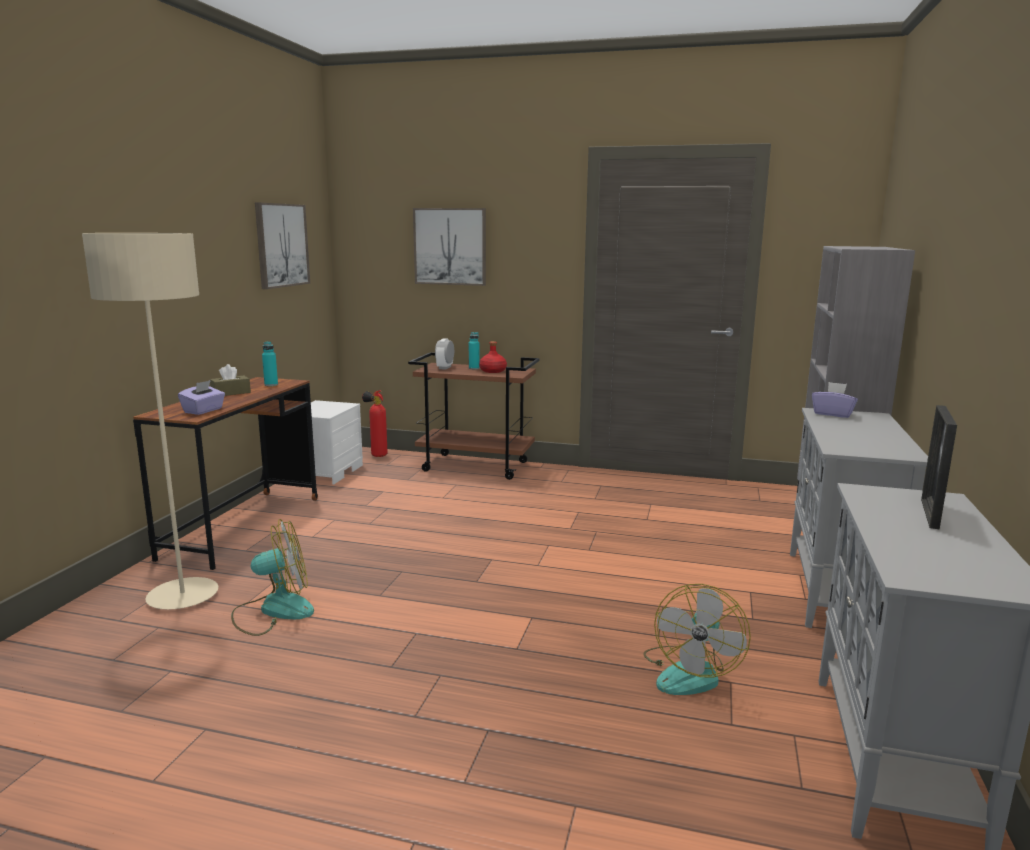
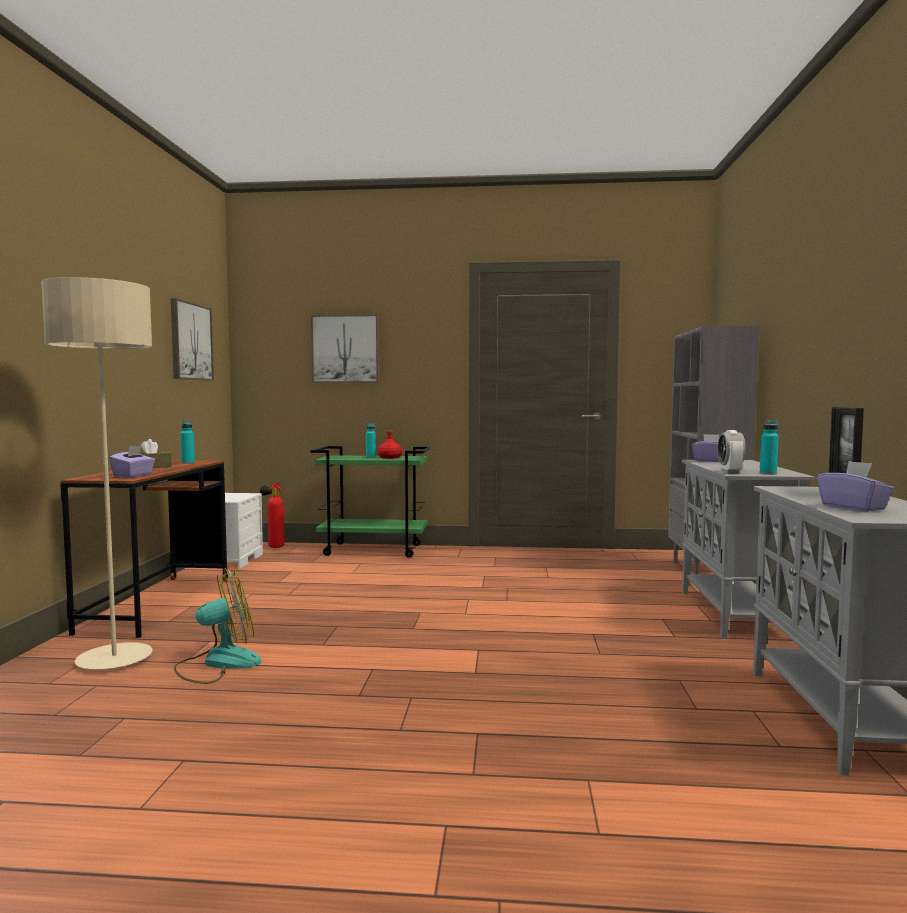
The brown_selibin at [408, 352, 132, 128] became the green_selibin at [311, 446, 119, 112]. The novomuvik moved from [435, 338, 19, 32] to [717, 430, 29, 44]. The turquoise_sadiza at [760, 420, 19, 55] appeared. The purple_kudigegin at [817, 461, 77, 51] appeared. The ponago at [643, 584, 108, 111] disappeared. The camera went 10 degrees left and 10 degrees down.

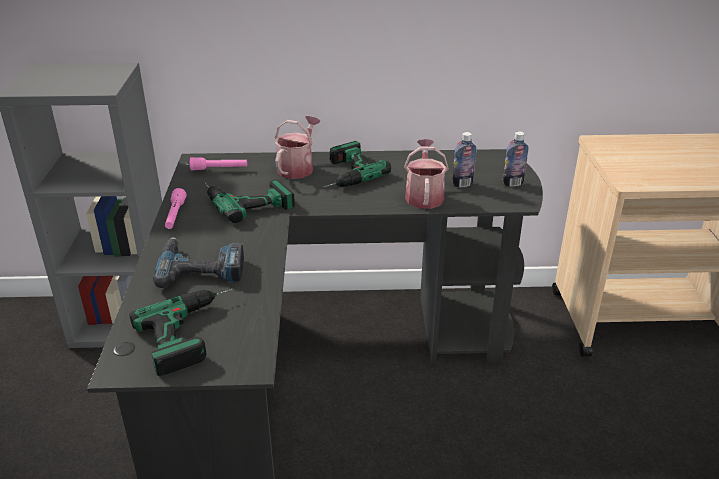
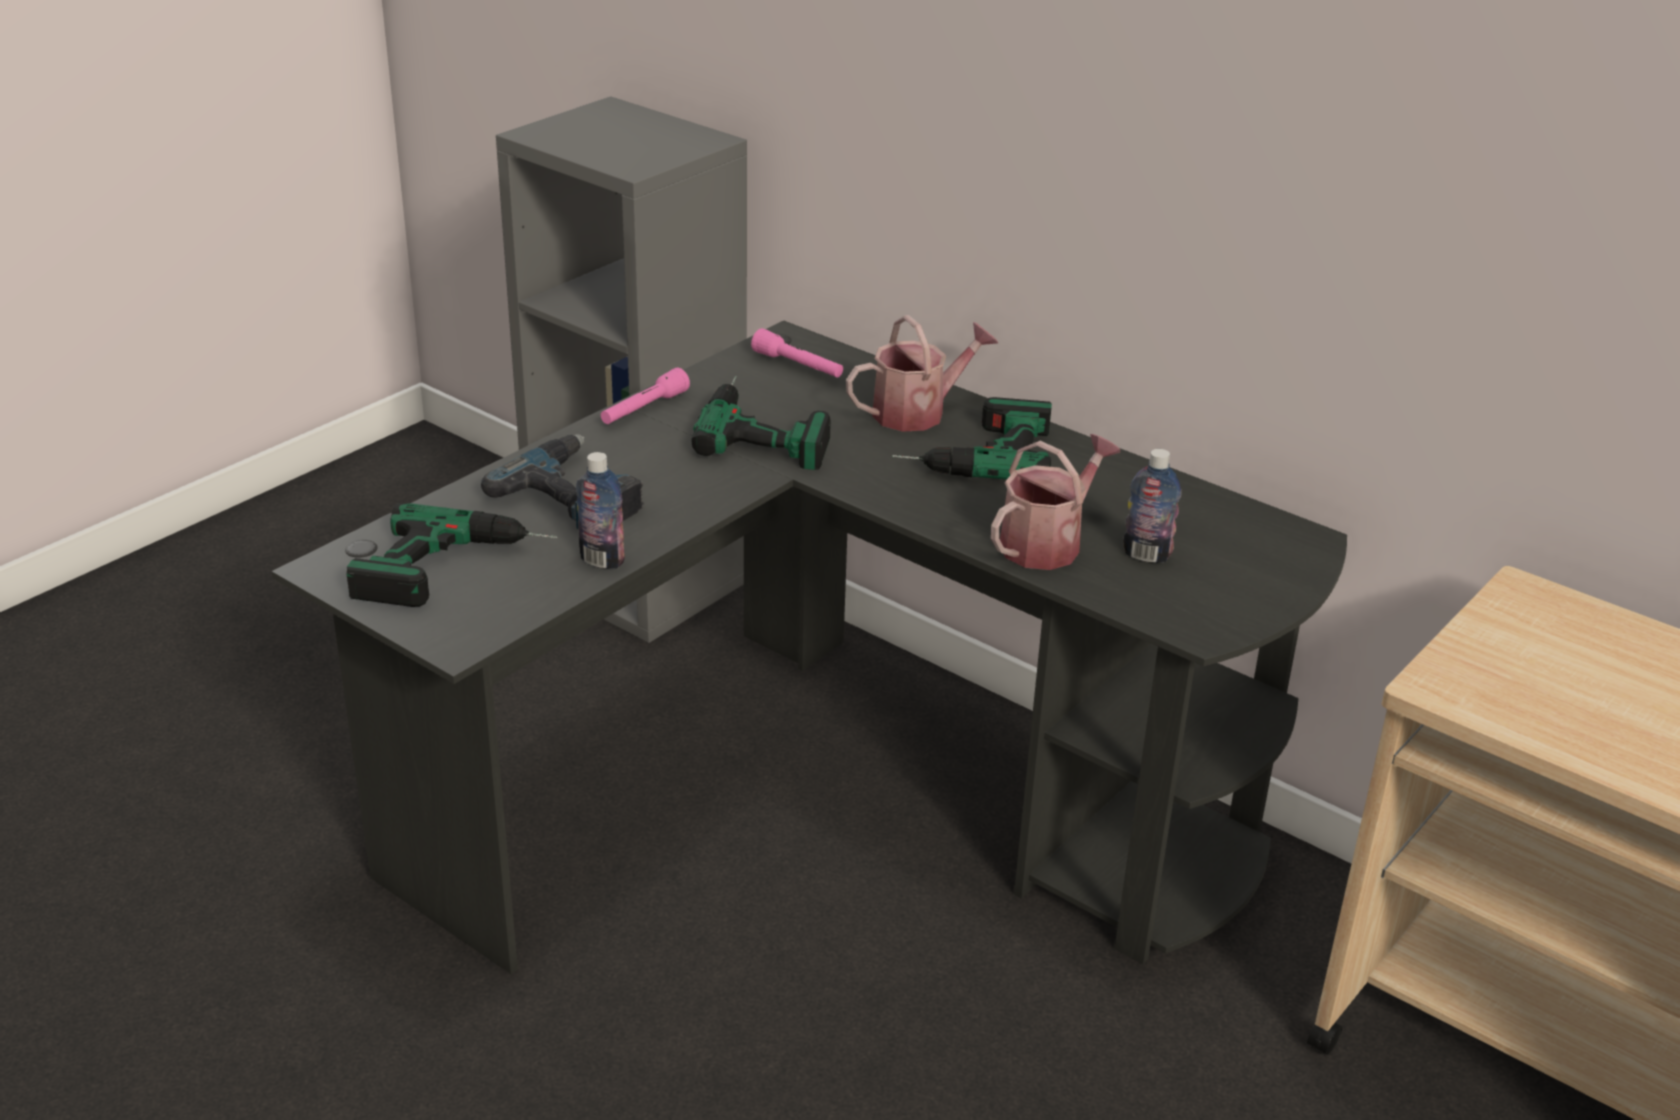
The sadiza moved from [503, 131, 26, 56] to [576, 452, 49, 117]. The camera went 40 degrees right and 0 degrees up.

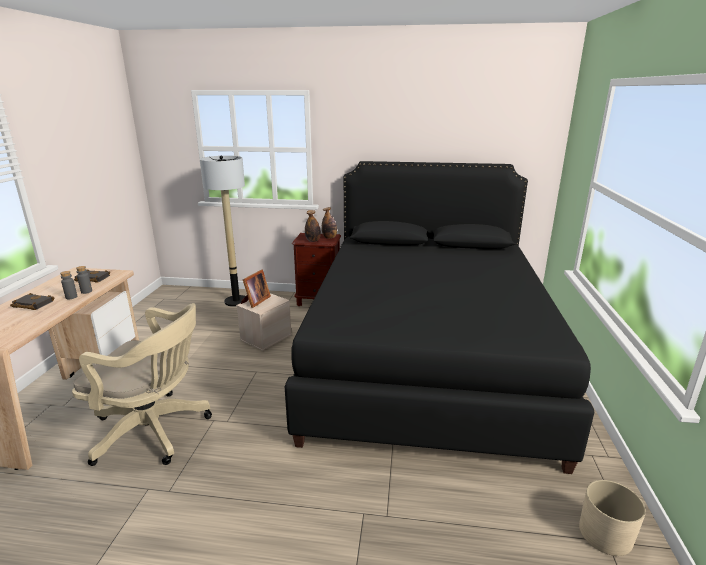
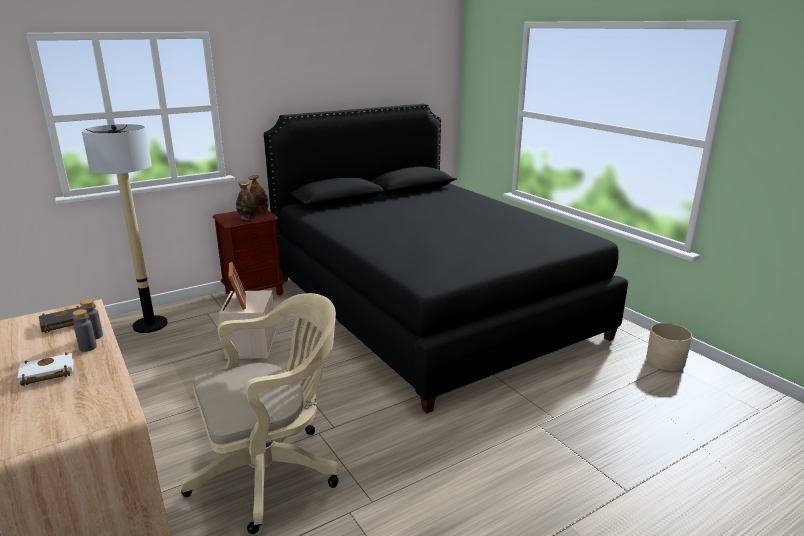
The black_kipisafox at [10, 293, 44, 17] became the white_kipisafox at [17, 352, 57, 34]. The camera went 40 degrees left and 0 degrees up.

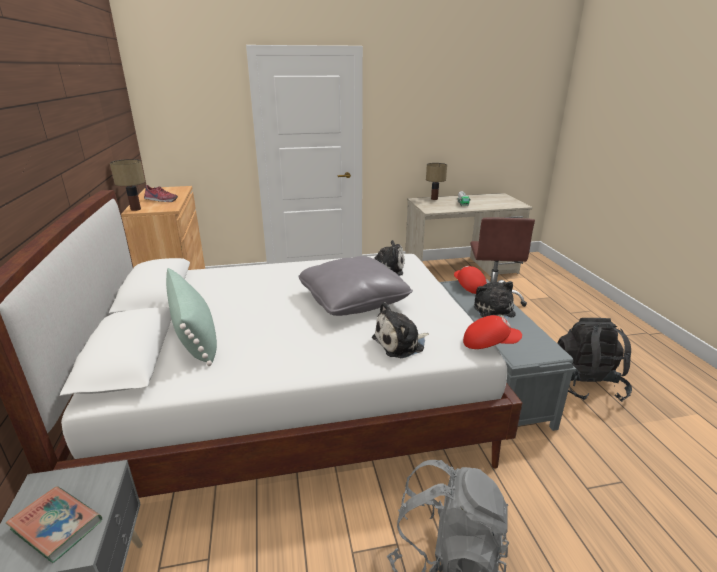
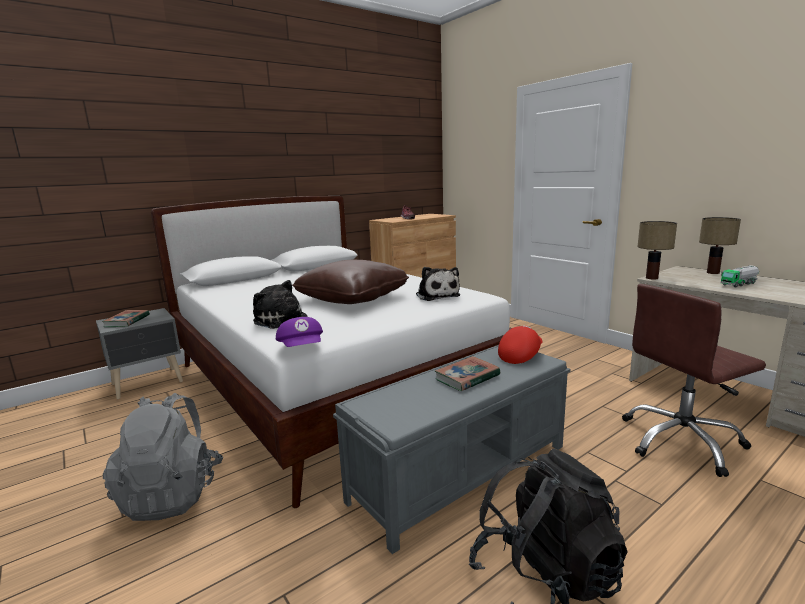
The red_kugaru at [463, 315, 59, 34] became the purple_kugaru at [276, 317, 47, 30]. The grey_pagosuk at [299, 256, 114, 60] became the brown_pagosuk at [292, 260, 117, 44]. The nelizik at [474, 281, 42, 40] was replaced by the kipisafox at [435, 356, 65, 35]. The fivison moved from [110, 159, 35, 52] to [637, 221, 40, 58]. The green_pagosuk at [166, 268, 51, 98] disappeared. The camera went 65 degrees right and 10 degrees down.

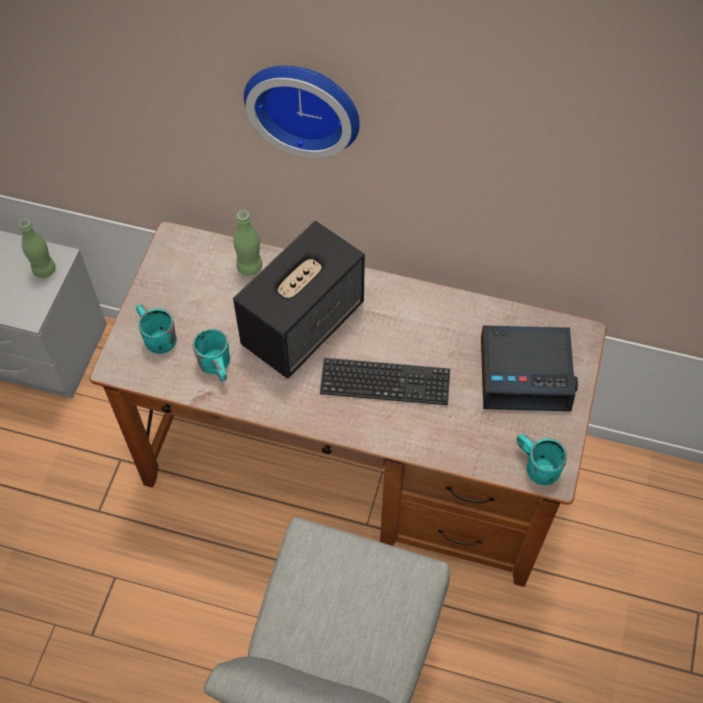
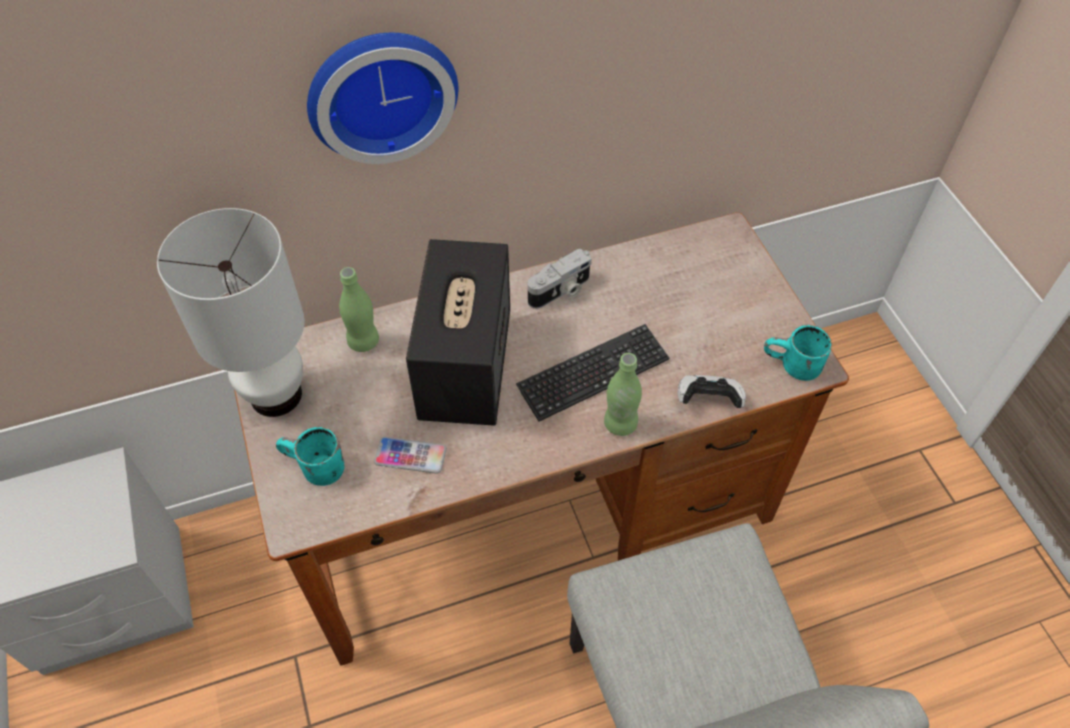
The white_fivison at [157, 208, 148, 209] appeared. The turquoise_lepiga at [193, 329, 37, 52] was replaced by the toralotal at [374, 437, 73, 37]. The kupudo at [528, 249, 64, 60] appeared. The green_sadiza moved from [19, 219, 37, 59] to [604, 353, 38, 83]. The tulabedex at [678, 375, 68, 33] appeared. The novomuvik at [481, 325, 97, 86] disappeared. The camera went 35 degrees left and 5 degrees down.

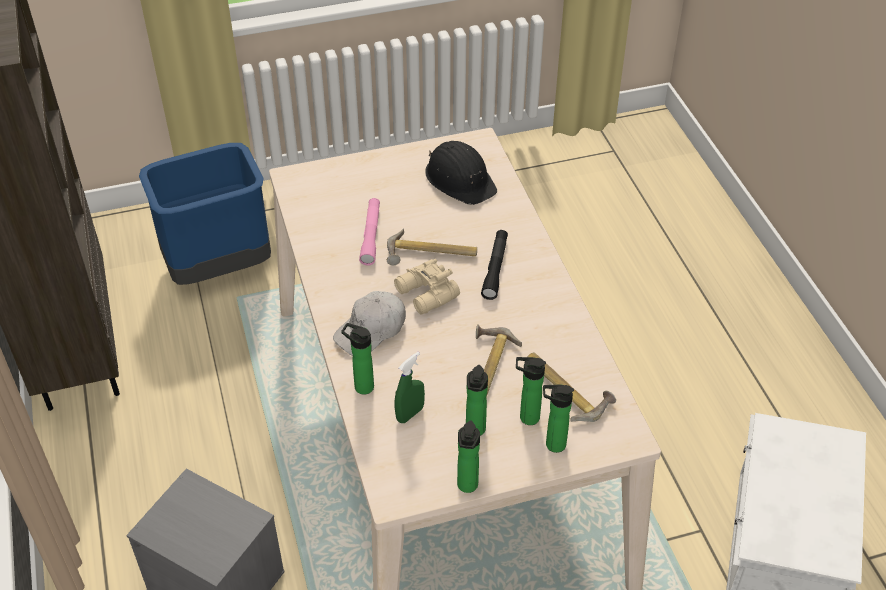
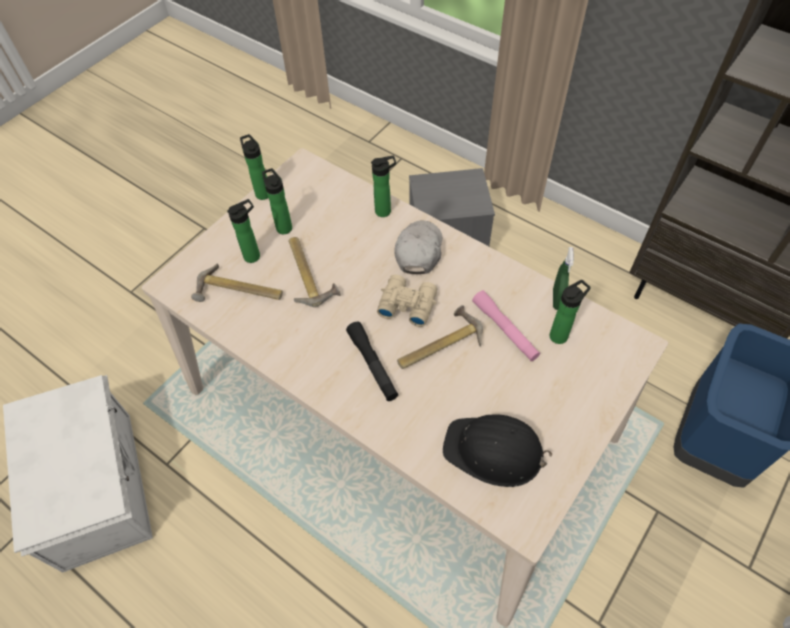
The sadiza moved from [543, 384, 31, 69] to [550, 280, 41, 64]. The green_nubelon moved from [394, 352, 31, 71] to [553, 247, 21, 63]. The camera went 145 degrees right and 10 degrees up.

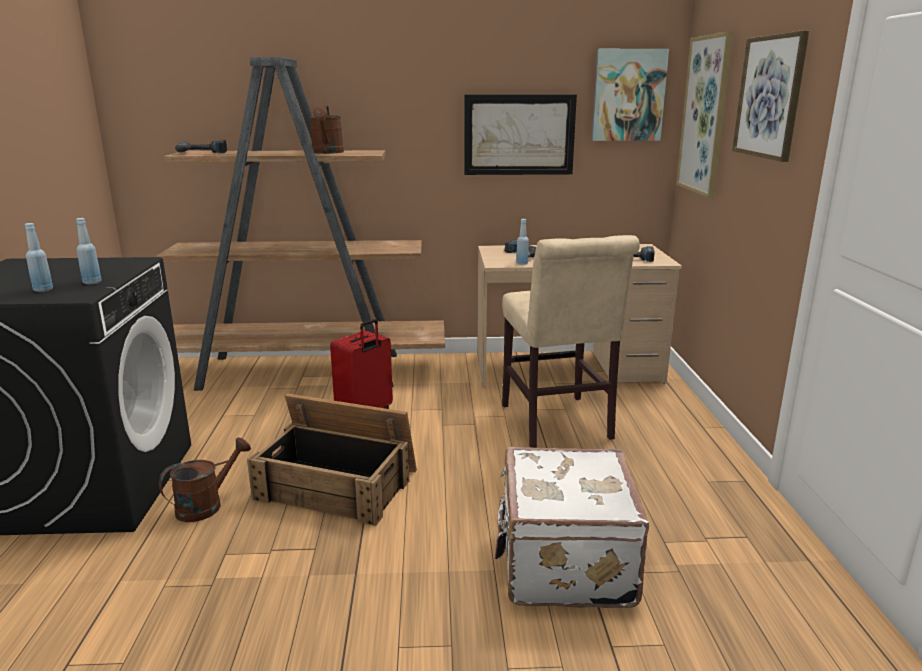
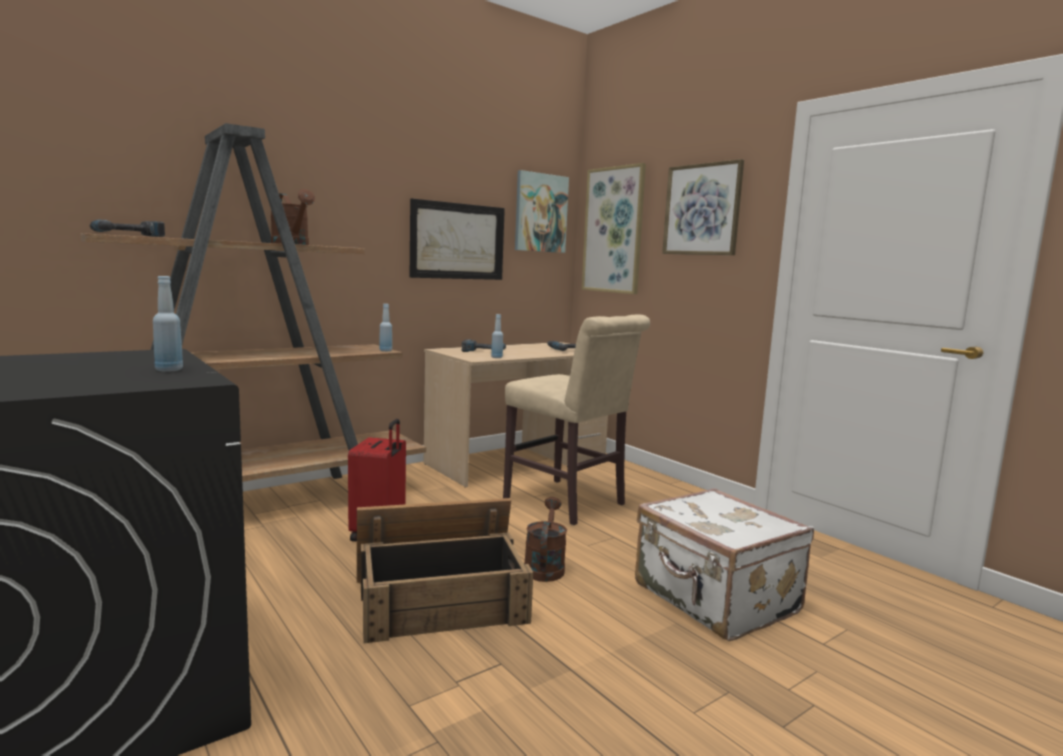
The blue_sadiza moved from [25, 223, 28, 69] to [379, 304, 13, 48]. The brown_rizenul moved from [159, 437, 92, 85] to [524, 497, 43, 85]. The camera went 35 degrees left and 10 degrees down.

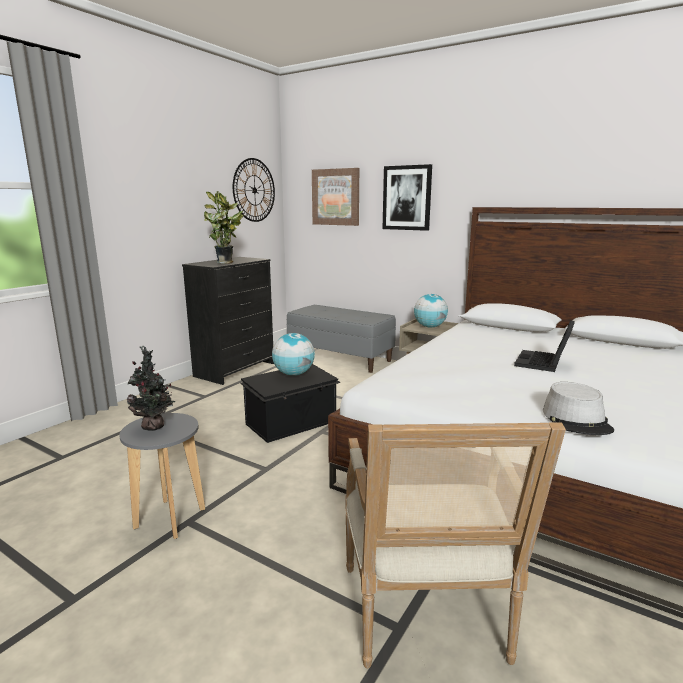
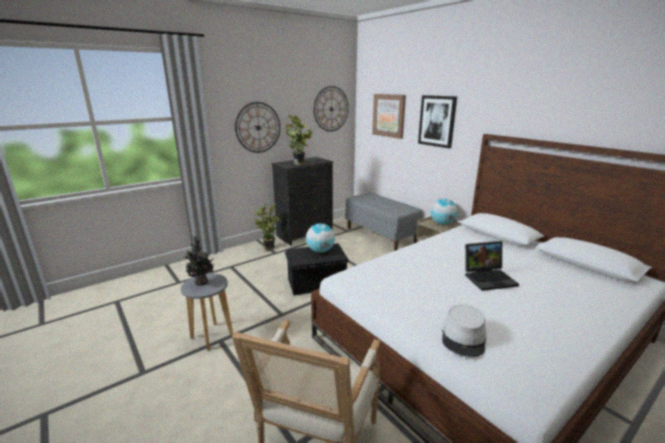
The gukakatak at [235, 102, 45, 51] appeared. The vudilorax at [254, 203, 26, 47] appeared. The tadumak at [514, 320, 61, 52] turned 150 degrees counterclockwise. The camera went 20 degrees right and 5 degrees up.

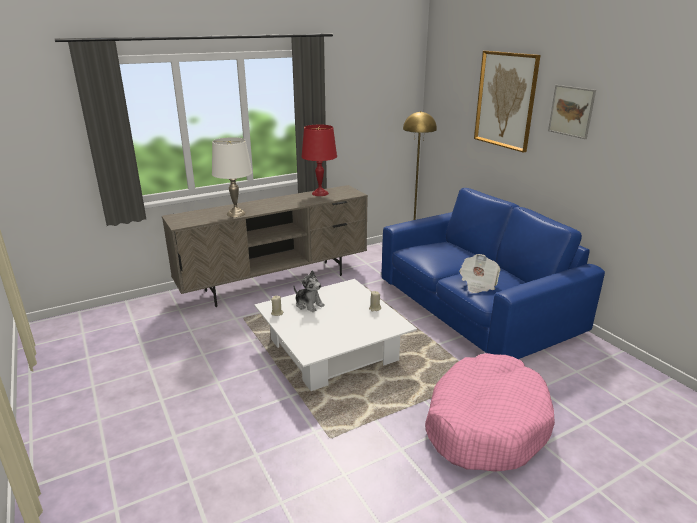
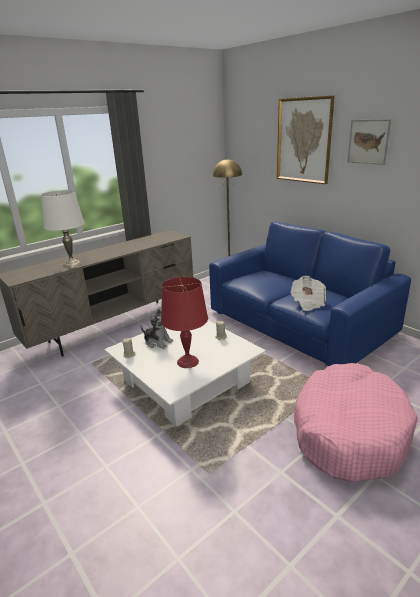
The red_fivison moved from [301, 125, 36, 71] to [161, 277, 47, 91]. The camera went 10 degrees left and 0 degrees up.

